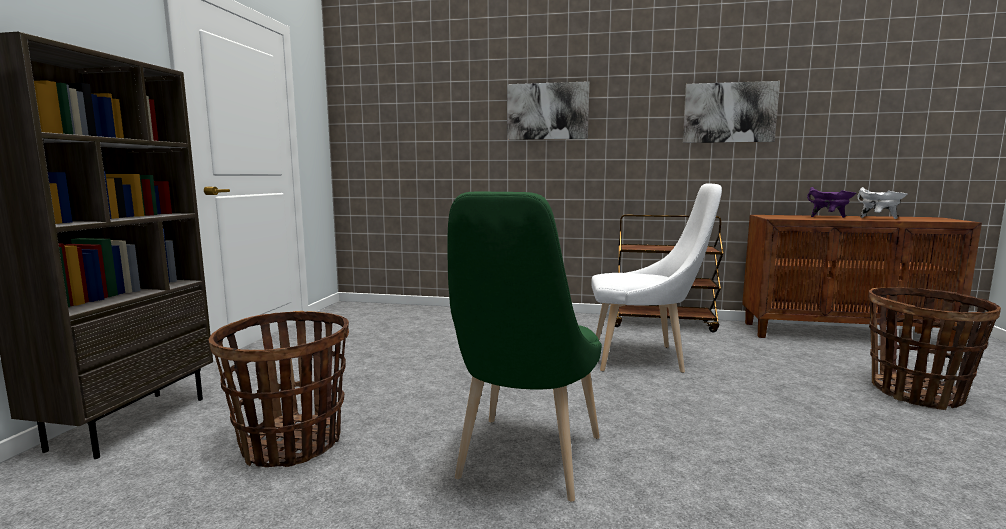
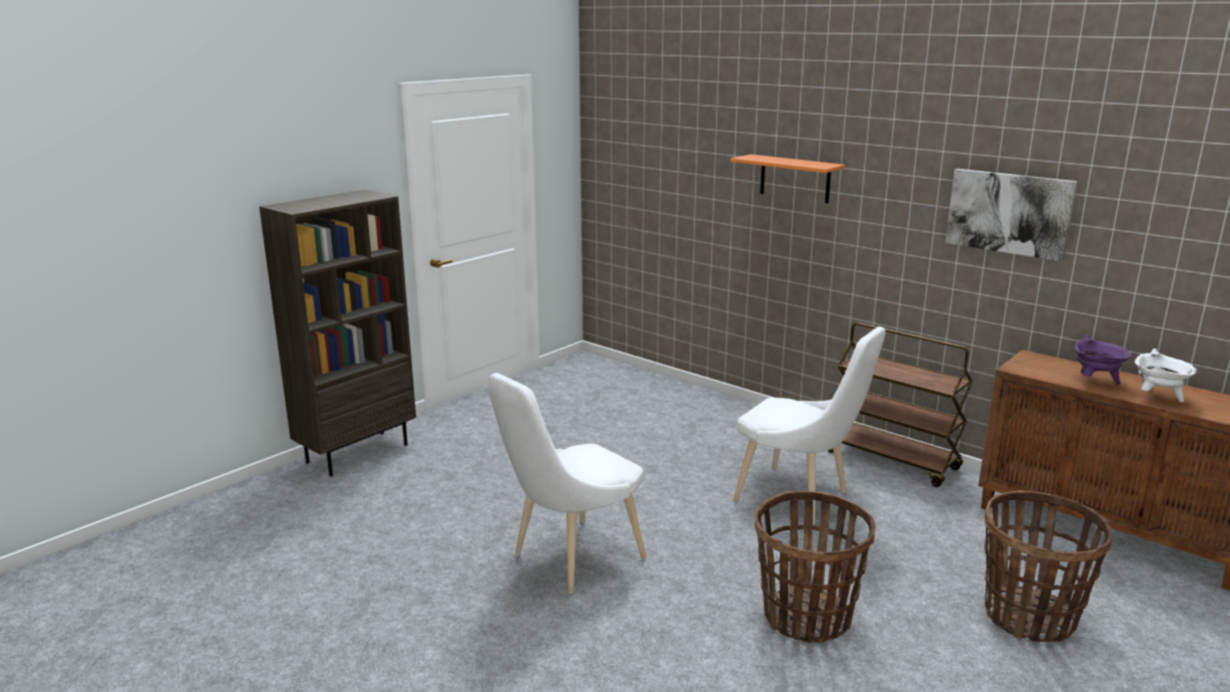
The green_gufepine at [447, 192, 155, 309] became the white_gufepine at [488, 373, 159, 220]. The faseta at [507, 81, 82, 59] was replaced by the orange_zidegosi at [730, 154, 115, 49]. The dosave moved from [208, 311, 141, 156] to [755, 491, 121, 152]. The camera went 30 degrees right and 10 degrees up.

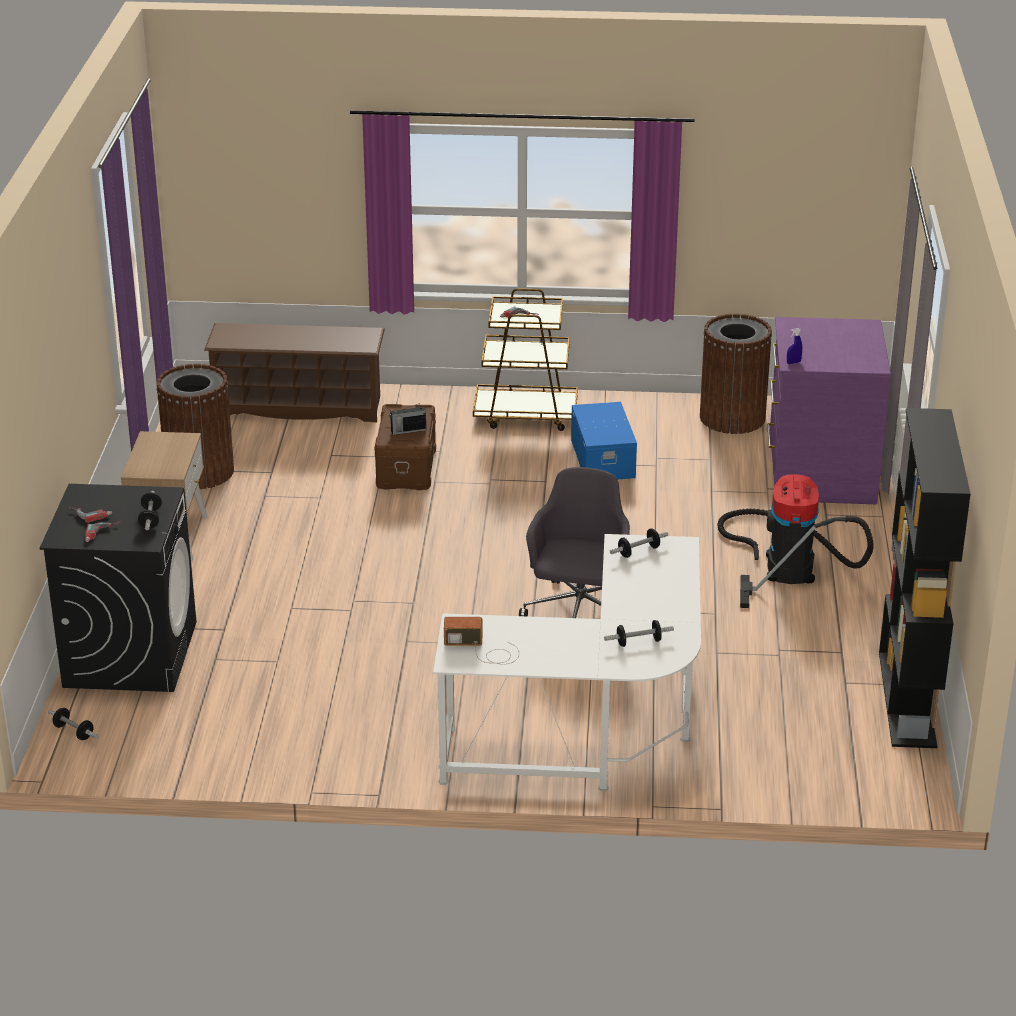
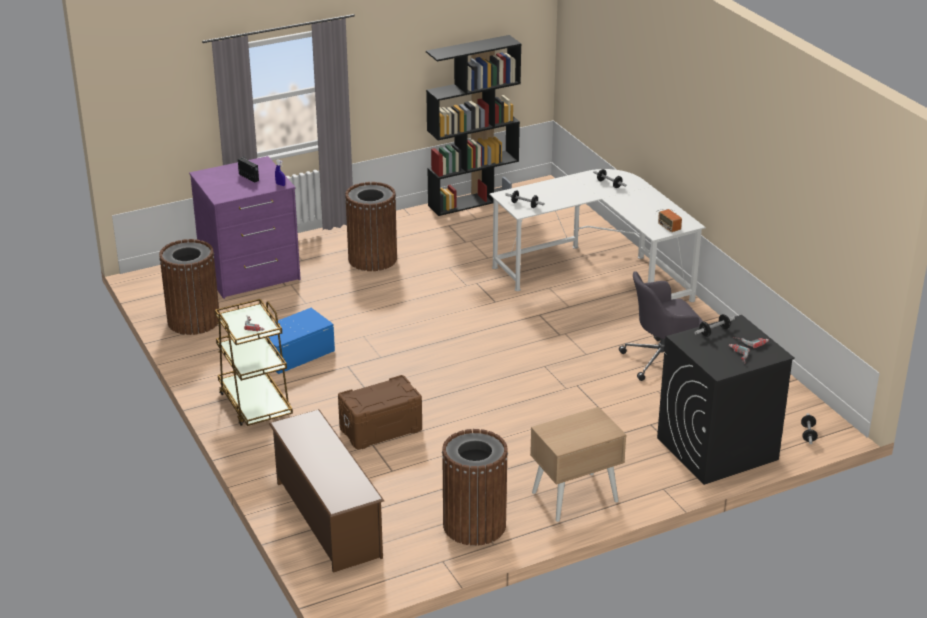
The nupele moved from [389, 403, 37, 32] to [238, 157, 21, 25]. The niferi at [717, 474, 157, 134] was replaced by the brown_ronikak at [345, 182, 52, 89]. The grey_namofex moved from [519, 467, 111, 151] to [619, 271, 84, 110]. The camera went 120 degrees left and 0 degrees up.

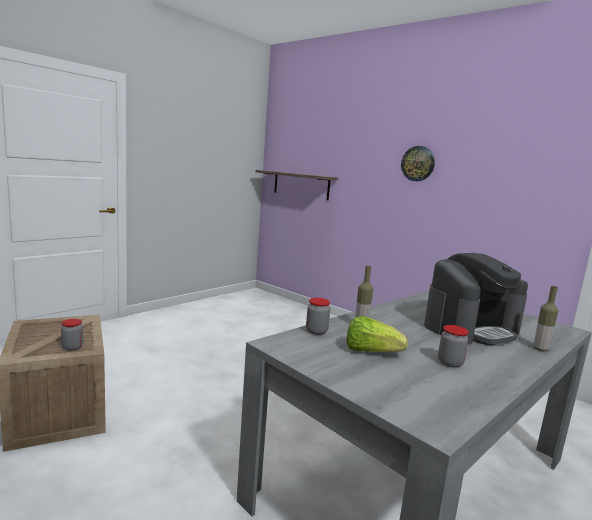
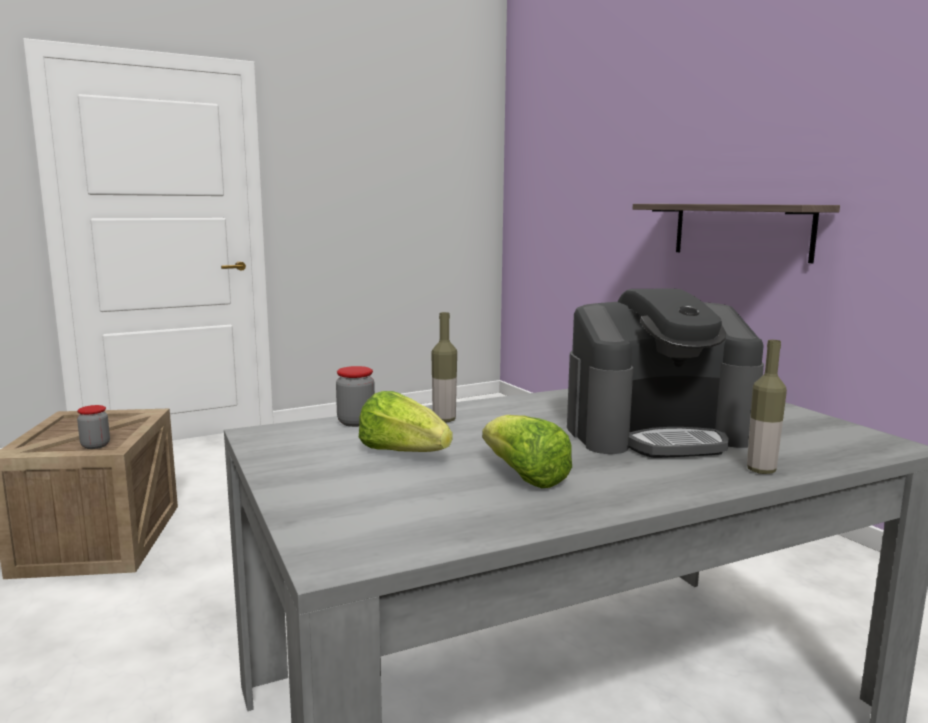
The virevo at [438, 325, 31, 43] was replaced by the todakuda at [482, 415, 90, 73]. The zidegosi moved from [256, 170, 82, 30] to [633, 204, 207, 59]. The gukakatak at [401, 146, 34, 35] disappeared. The camera went 20 degrees right and 0 degrees up.

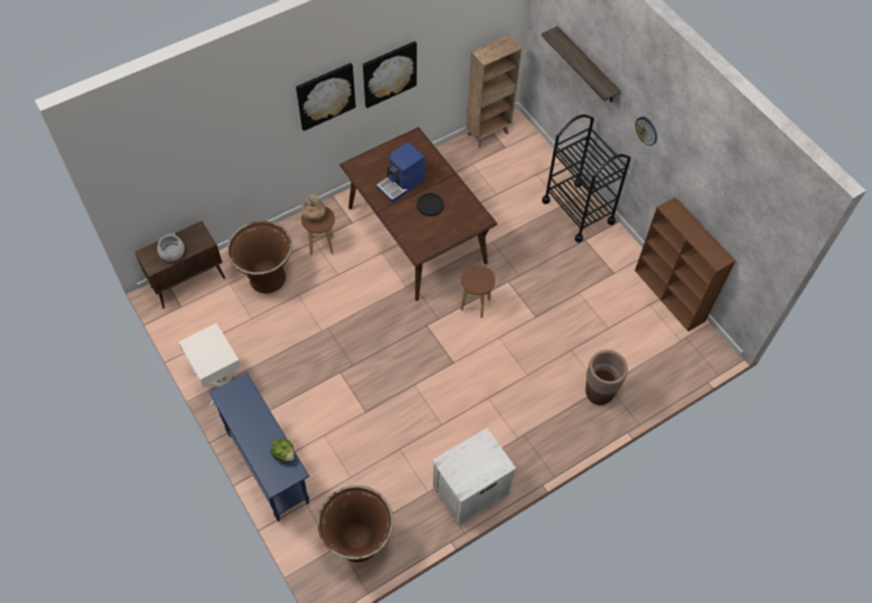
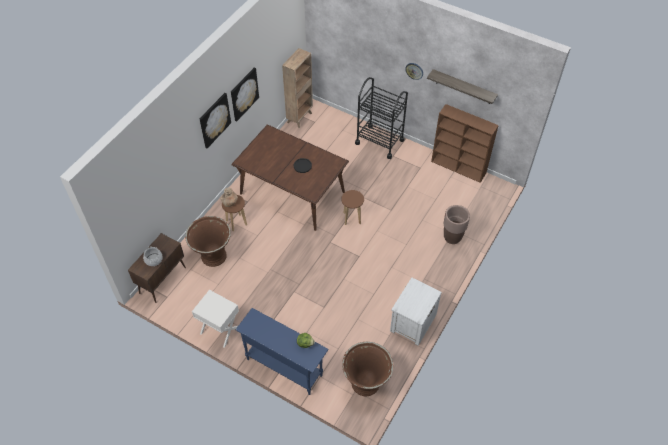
The zidegosi moved from [541, 26, 80, 76] to [427, 69, 71, 35]. The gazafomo at [376, 142, 49, 61] disappeared. The camera went 25 degrees left and 5 degrees down.

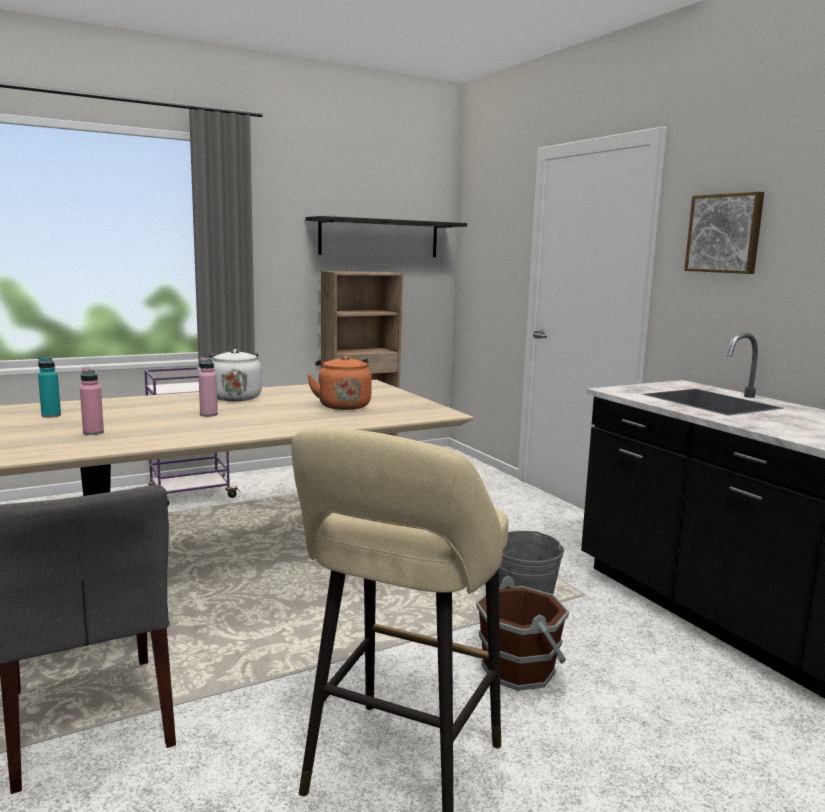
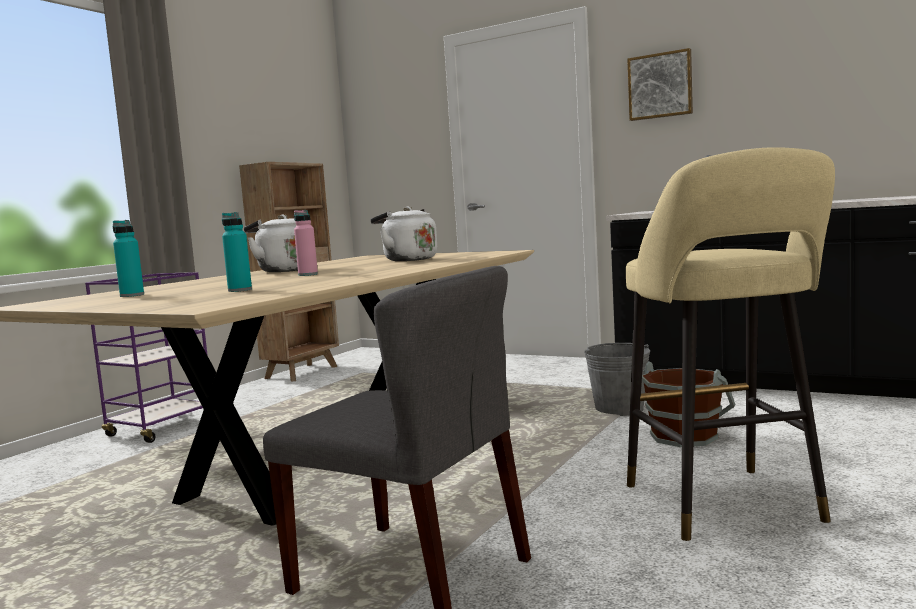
The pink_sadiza at [80, 368, 24, 67] became the turquoise_sadiza at [222, 212, 30, 80]. The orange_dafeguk at [307, 355, 65, 55] became the white_dafeguk at [370, 207, 67, 54]. The zidegosi at [306, 216, 161, 41] disappeared. The camera went 30 degrees left and 5 degrees down.

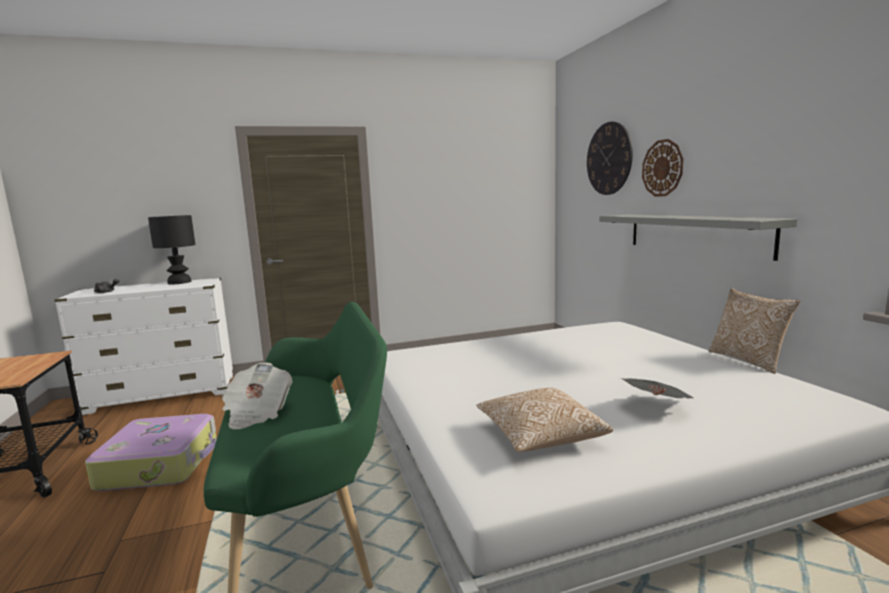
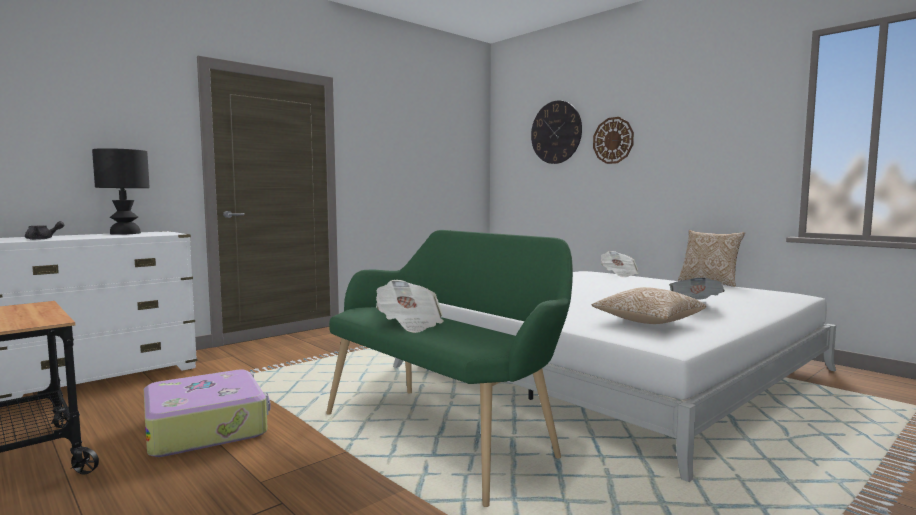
The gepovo at [601, 251, 38, 27] appeared. The grey_zidegosi at [599, 215, 198, 46] disappeared. The camera went 25 degrees left and 5 degrees down.

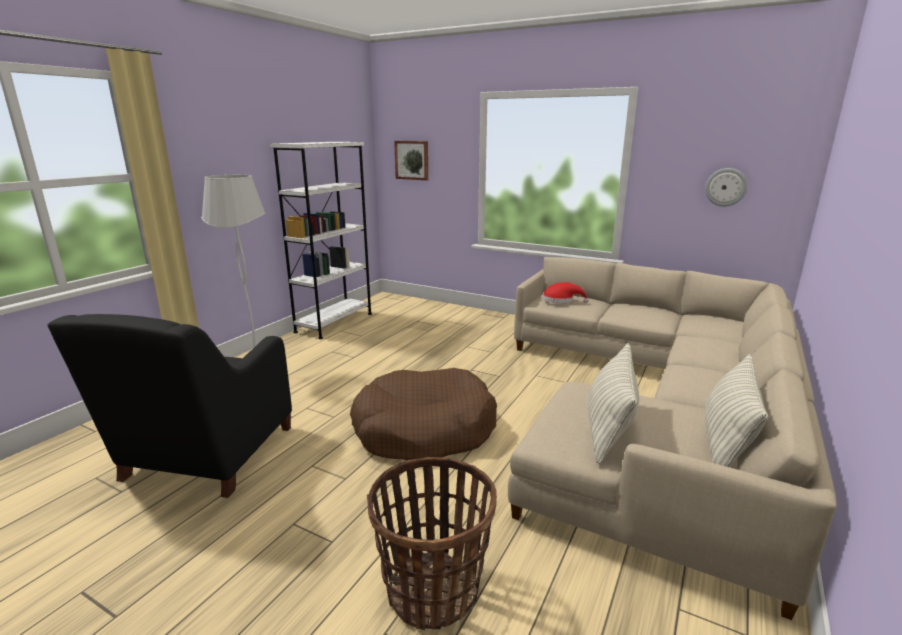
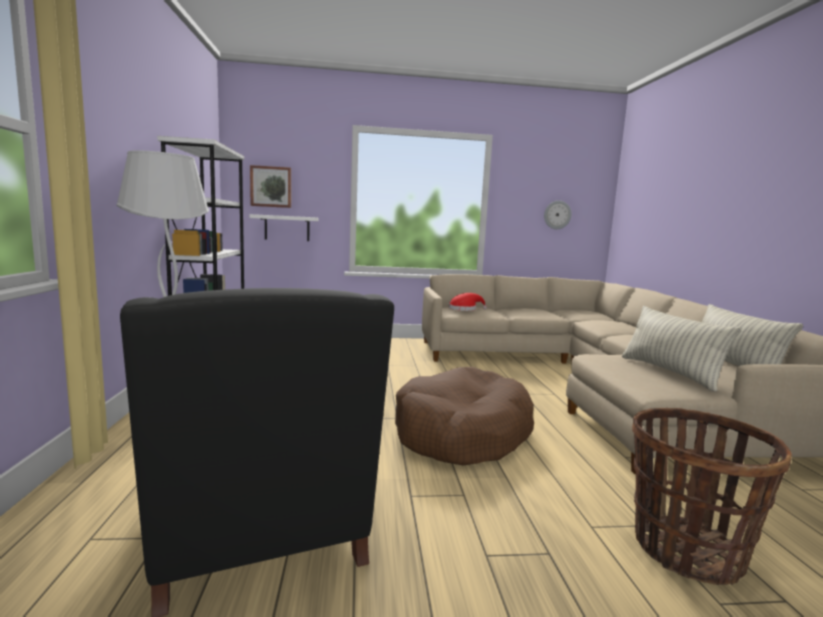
The white_zidegosi at [250, 214, 69, 27] appeared. The camera went 35 degrees left and 10 degrees down.

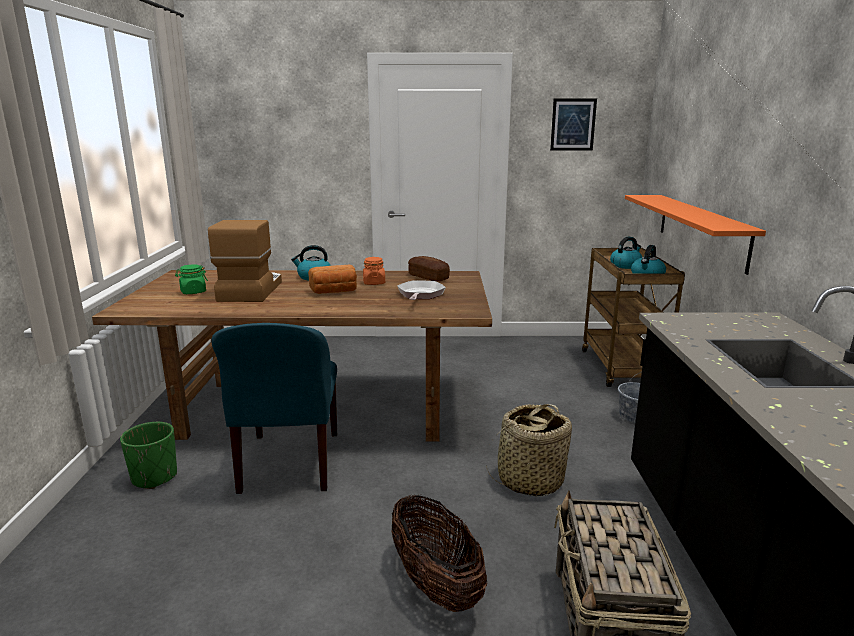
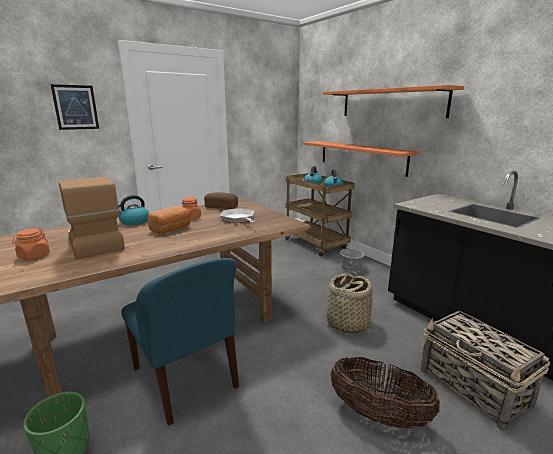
The green_virevo at [175, 264, 33, 30] became the orange_virevo at [12, 228, 38, 32]. The faseta moved from [550, 98, 47, 53] to [50, 84, 49, 46]. The orange_zidegosi at [323, 85, 141, 33] appeared. The camera went 35 degrees left and 0 degrees up.

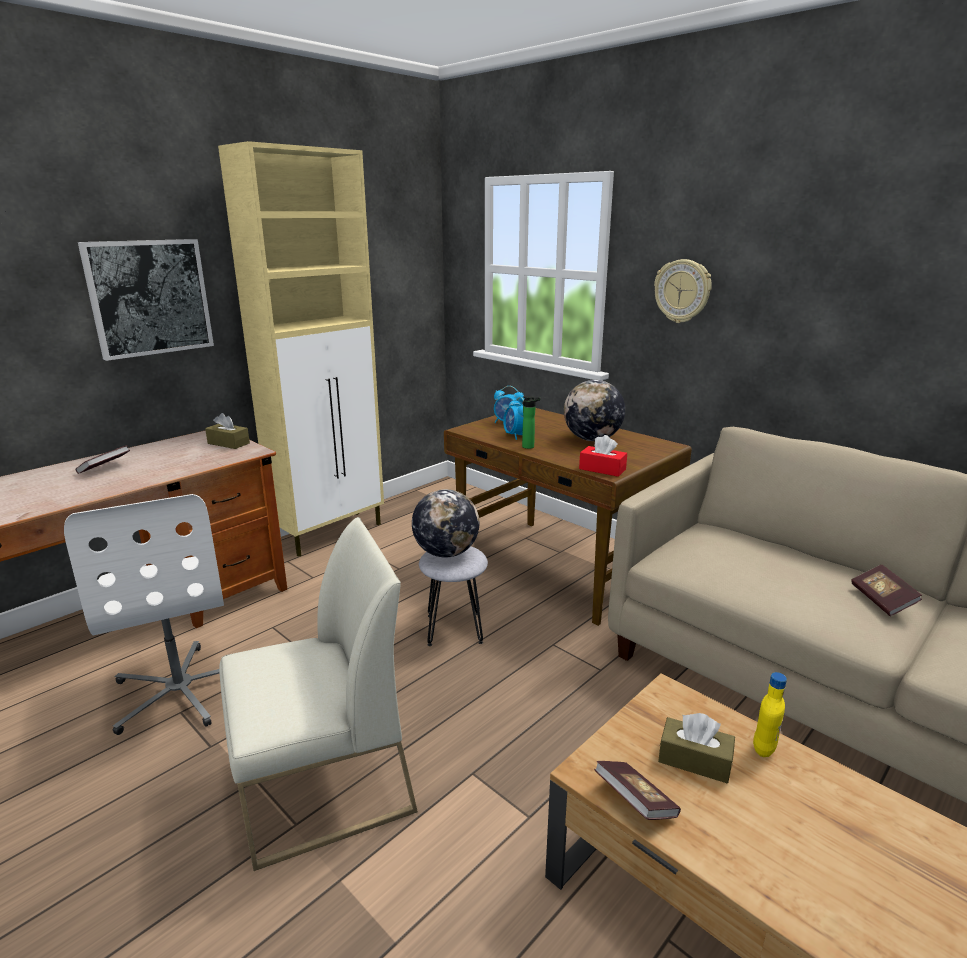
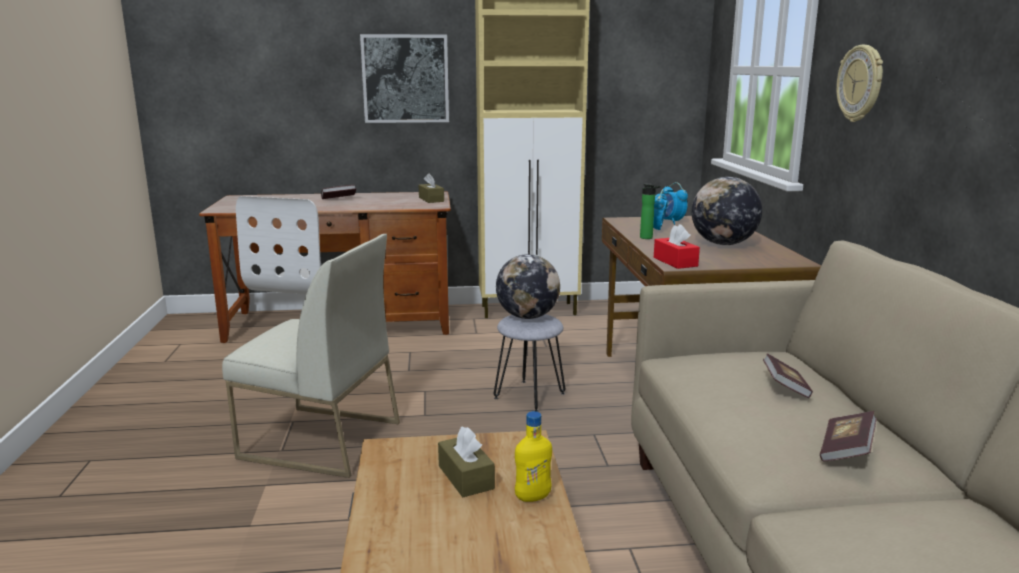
The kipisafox moved from [594, 761, 87, 59] to [763, 353, 50, 45]. The camera went 40 degrees right and 5 degrees down.

